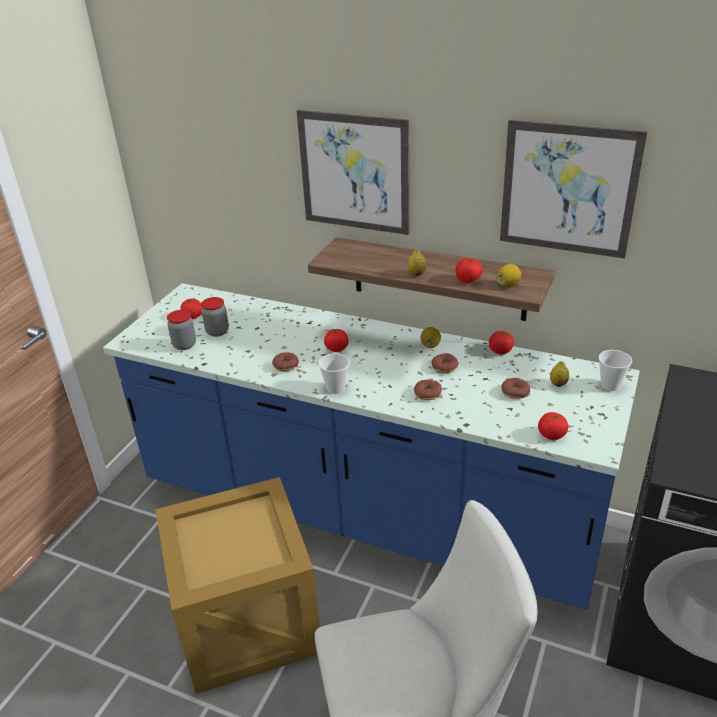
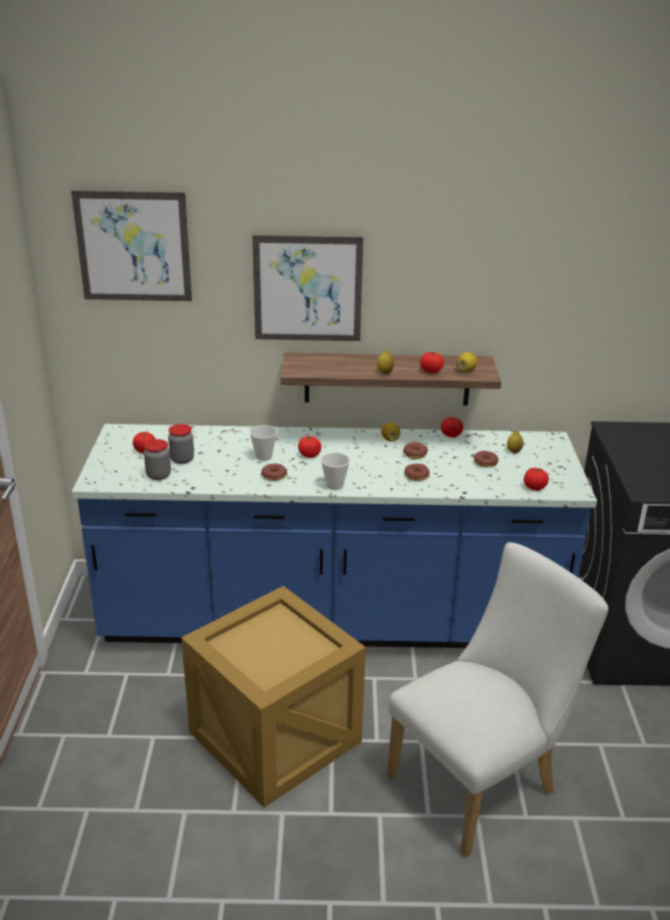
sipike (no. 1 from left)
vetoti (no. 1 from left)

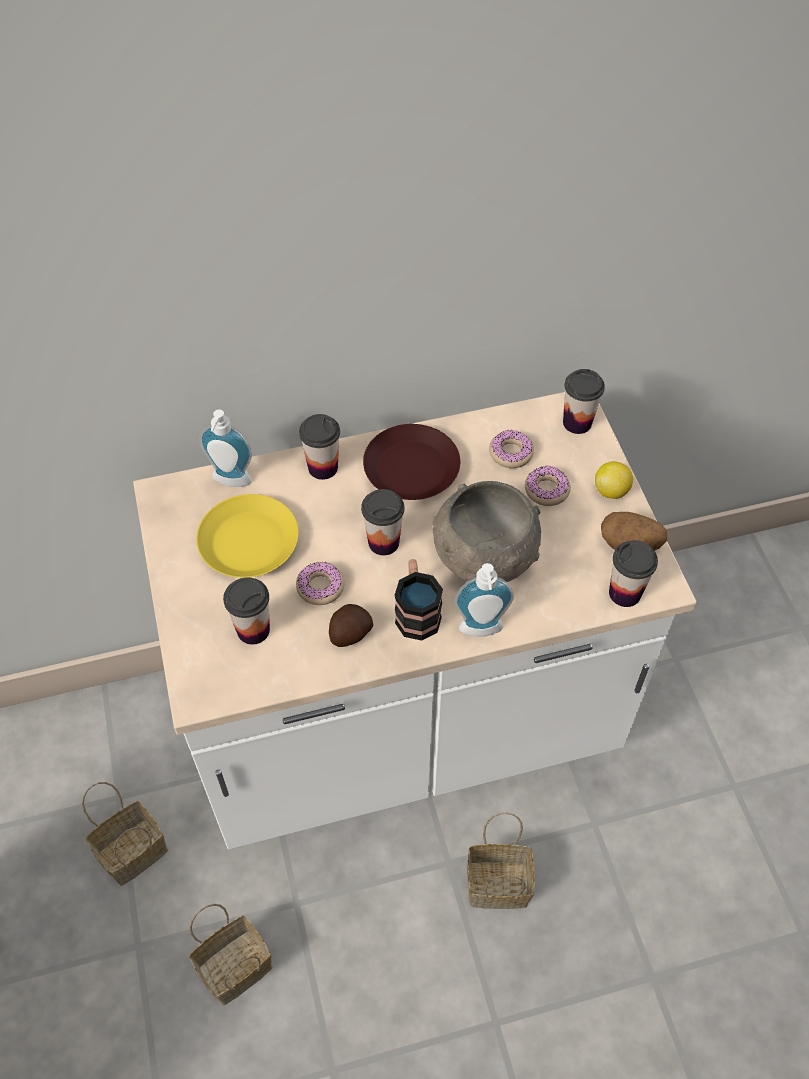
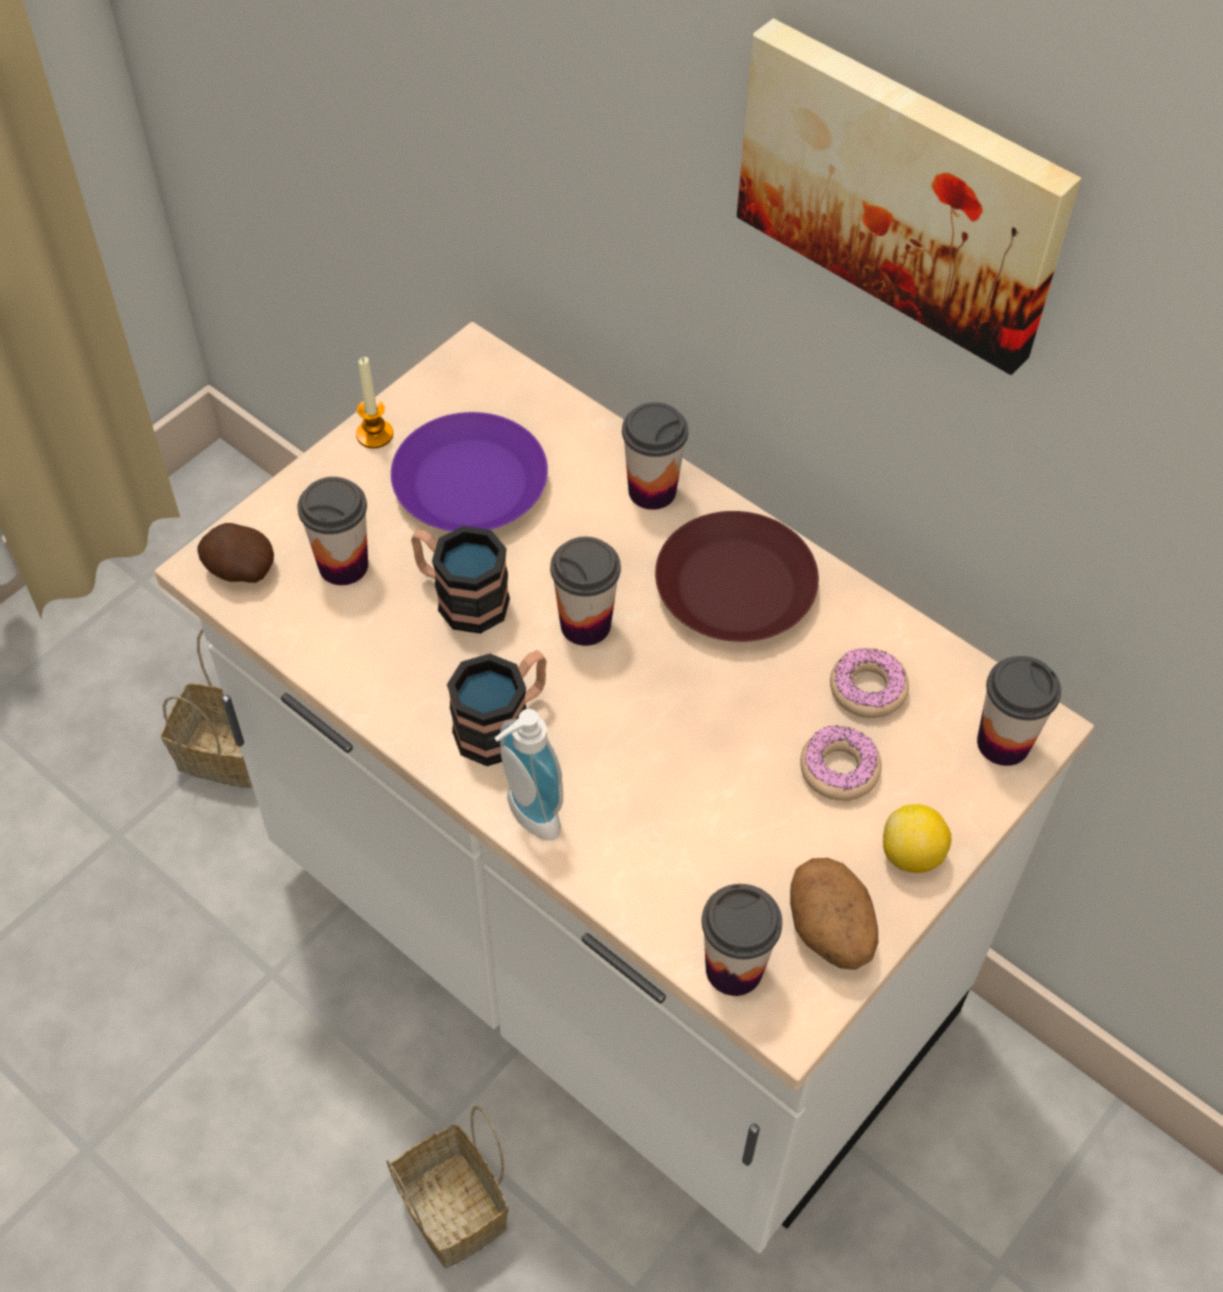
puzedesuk (no. 2 from left in the first image)
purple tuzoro
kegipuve (no. 1 from left in the first image)
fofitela (no. 1 from left)
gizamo (no. 1 from left)
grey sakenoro
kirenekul
sipike

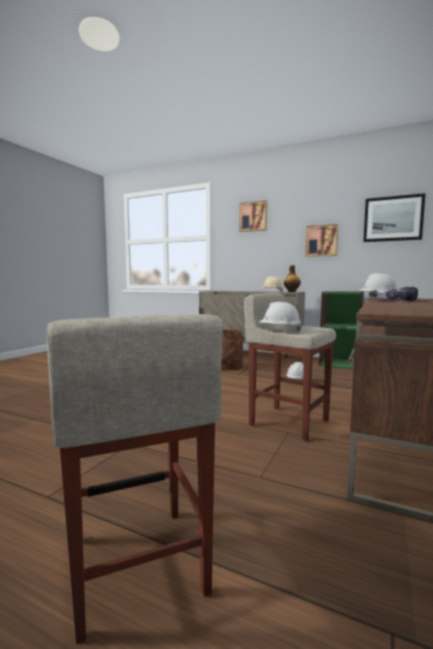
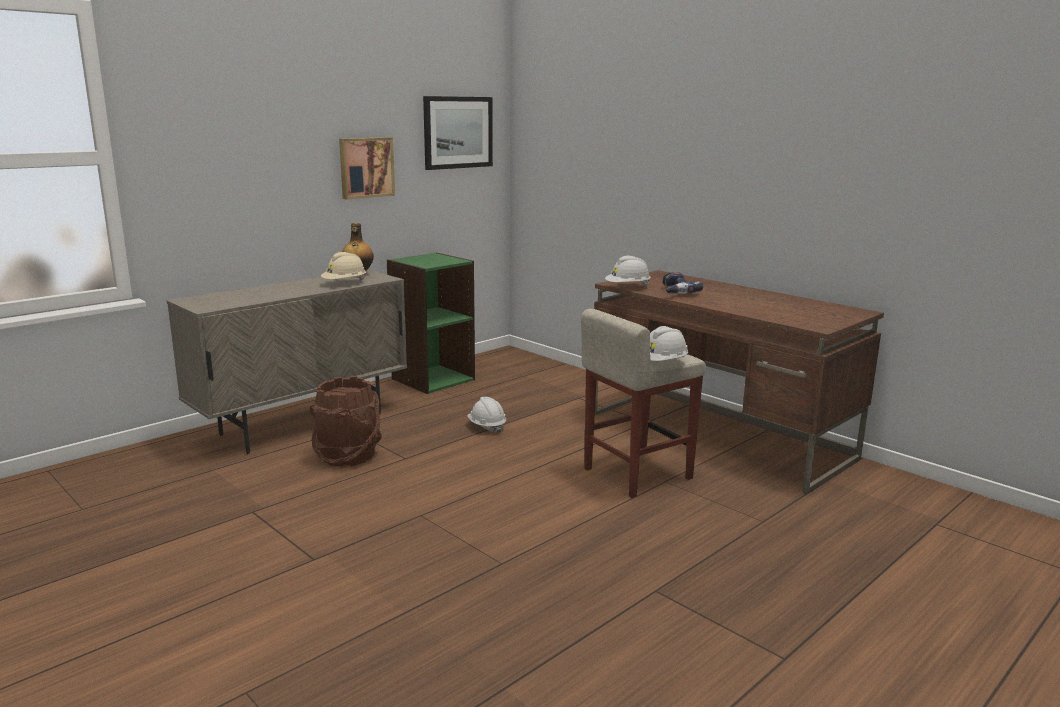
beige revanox (no. 1 from left in the first image)
sipike (no. 1 from left in the first image)

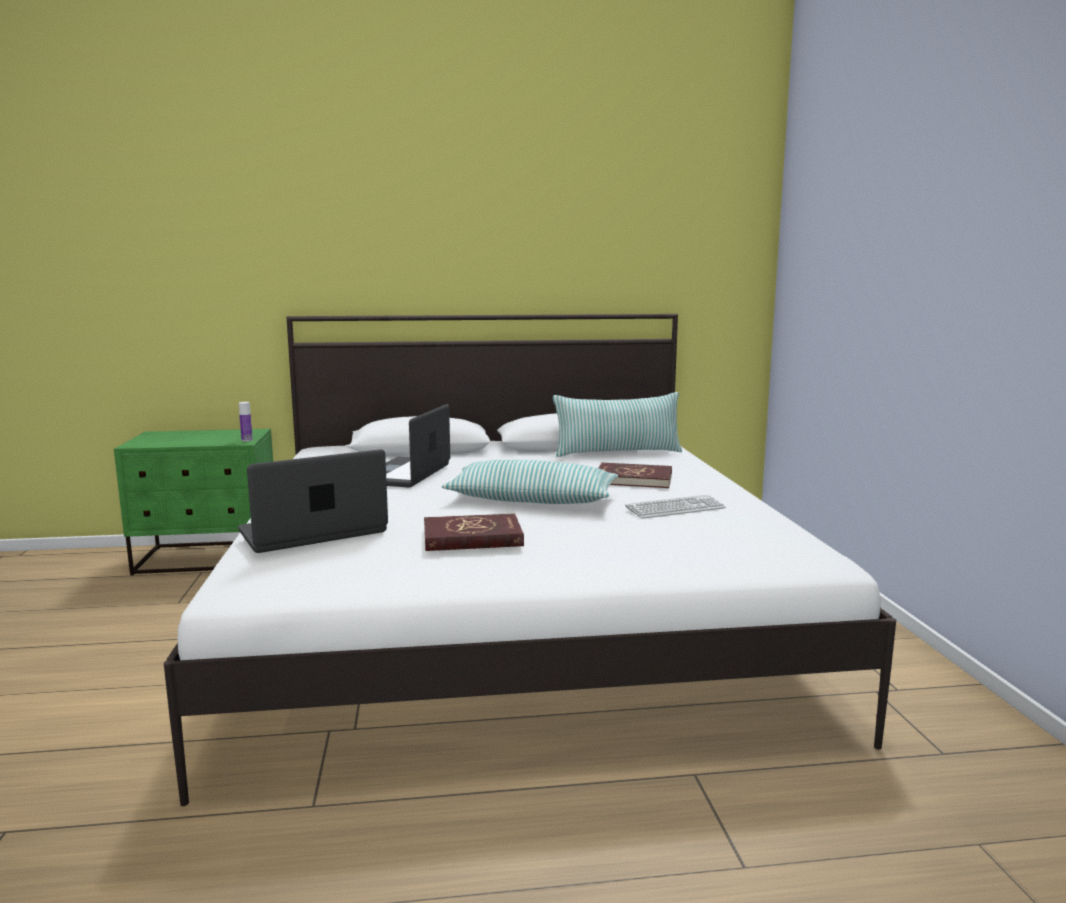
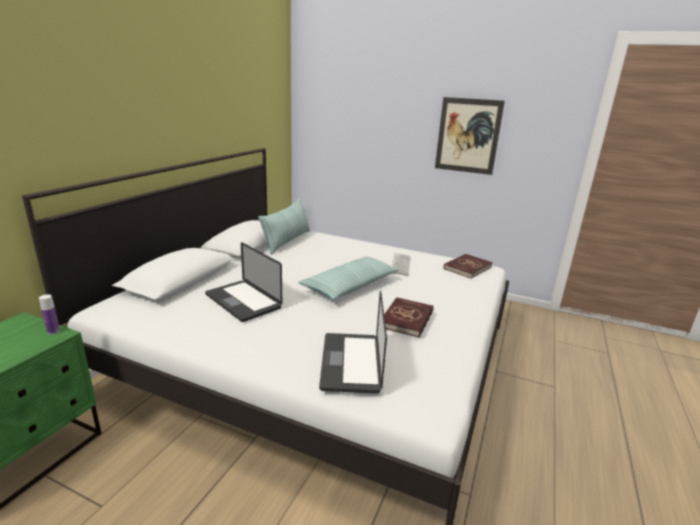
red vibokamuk (no. 2 from left)
sipike

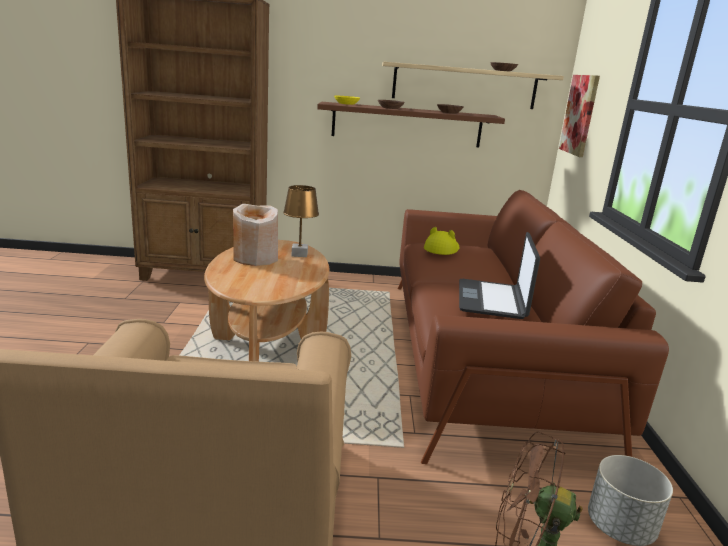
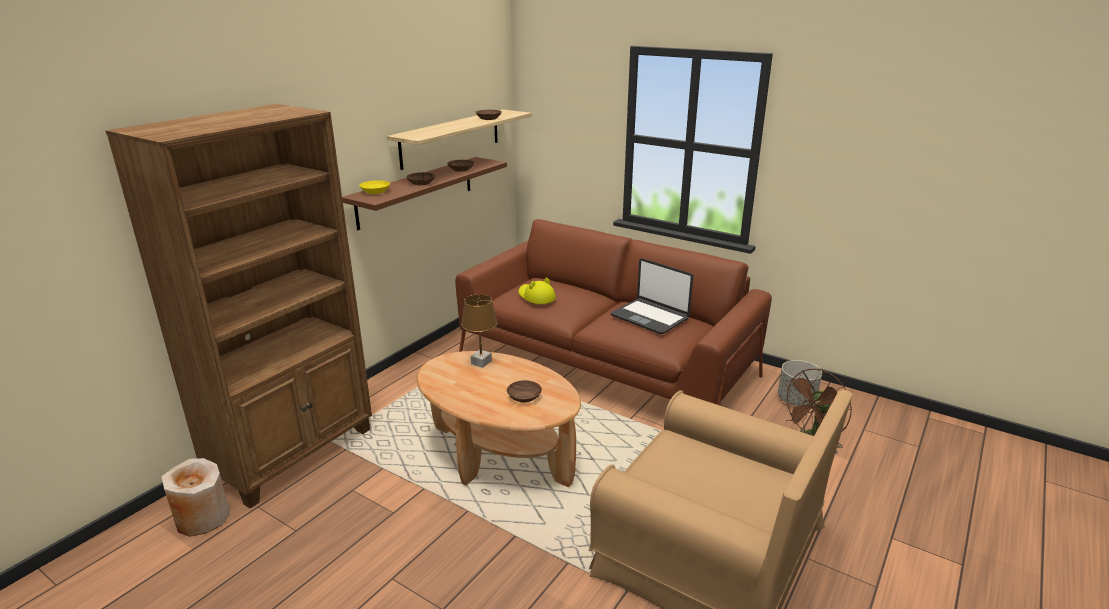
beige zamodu
sipike
brown sakenoro (no. 4 from left)

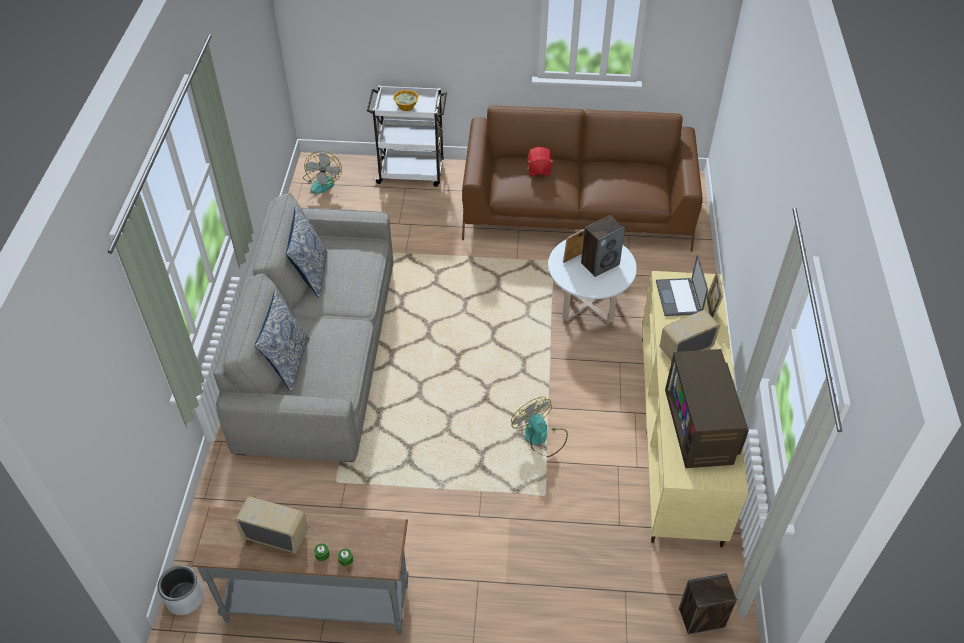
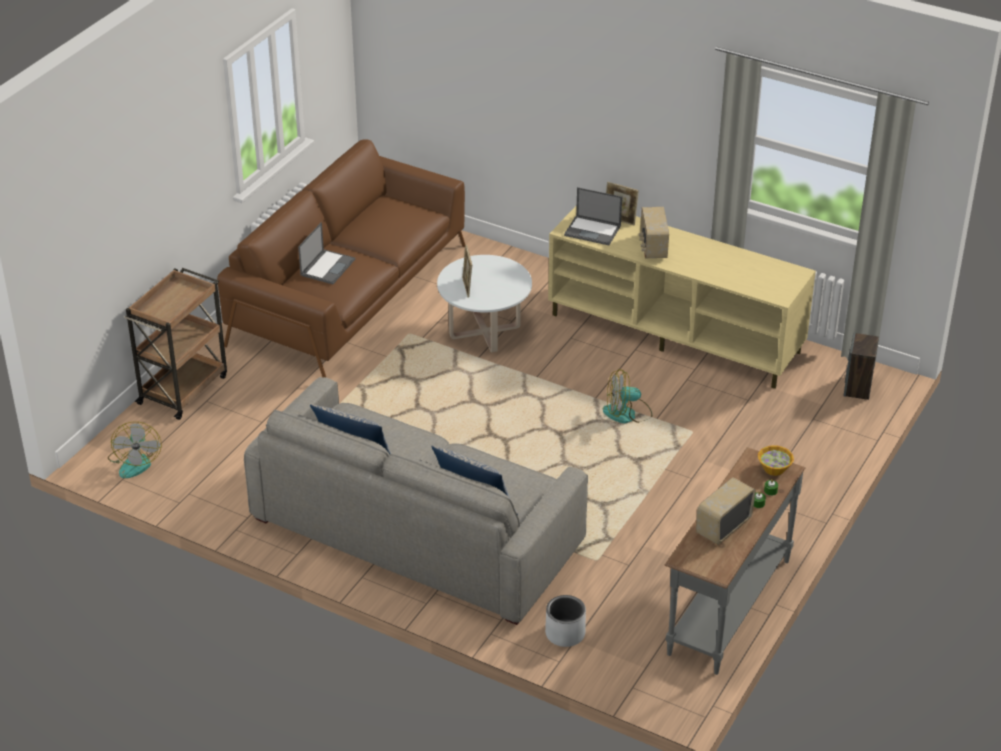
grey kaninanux
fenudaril (no. 1 from left)
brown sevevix
sakenoro
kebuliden (no. 1 from left)
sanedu (no. 1 from left in the first image)
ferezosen

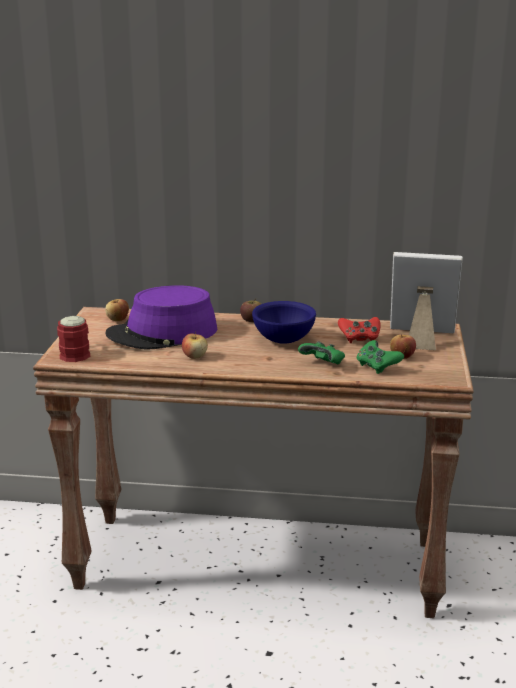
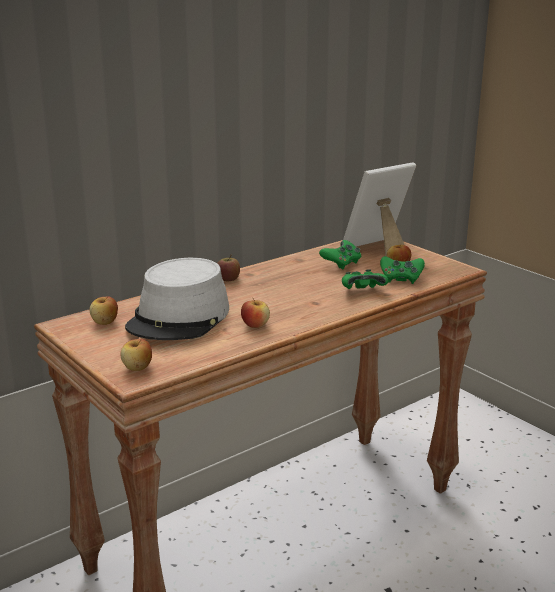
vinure (no. 2 from left)
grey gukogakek
blue sakenoro
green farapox (no. 1 from left)

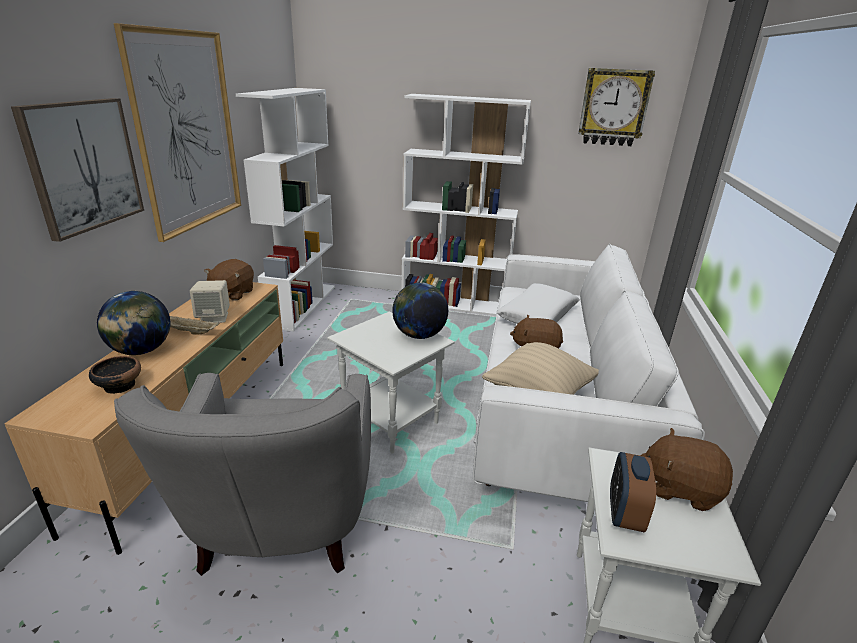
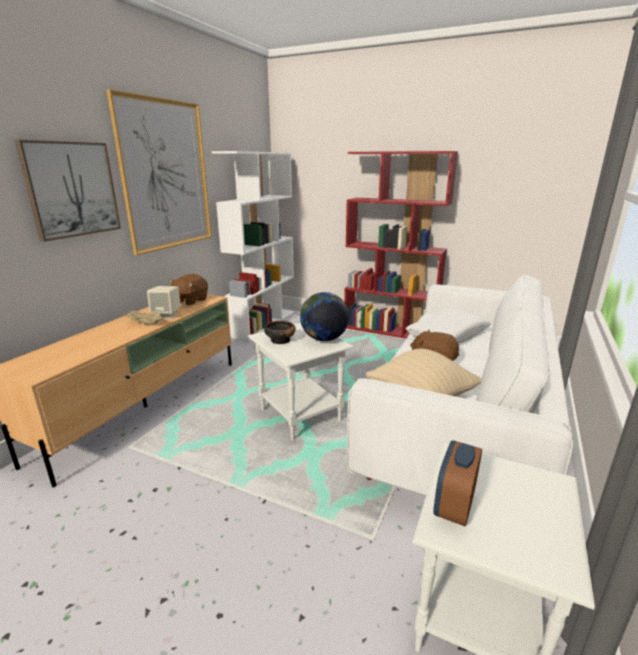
sakenoro
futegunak (no. 1 from left in the first image)
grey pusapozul
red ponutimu
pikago
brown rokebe (no. 3 from left in the first image)

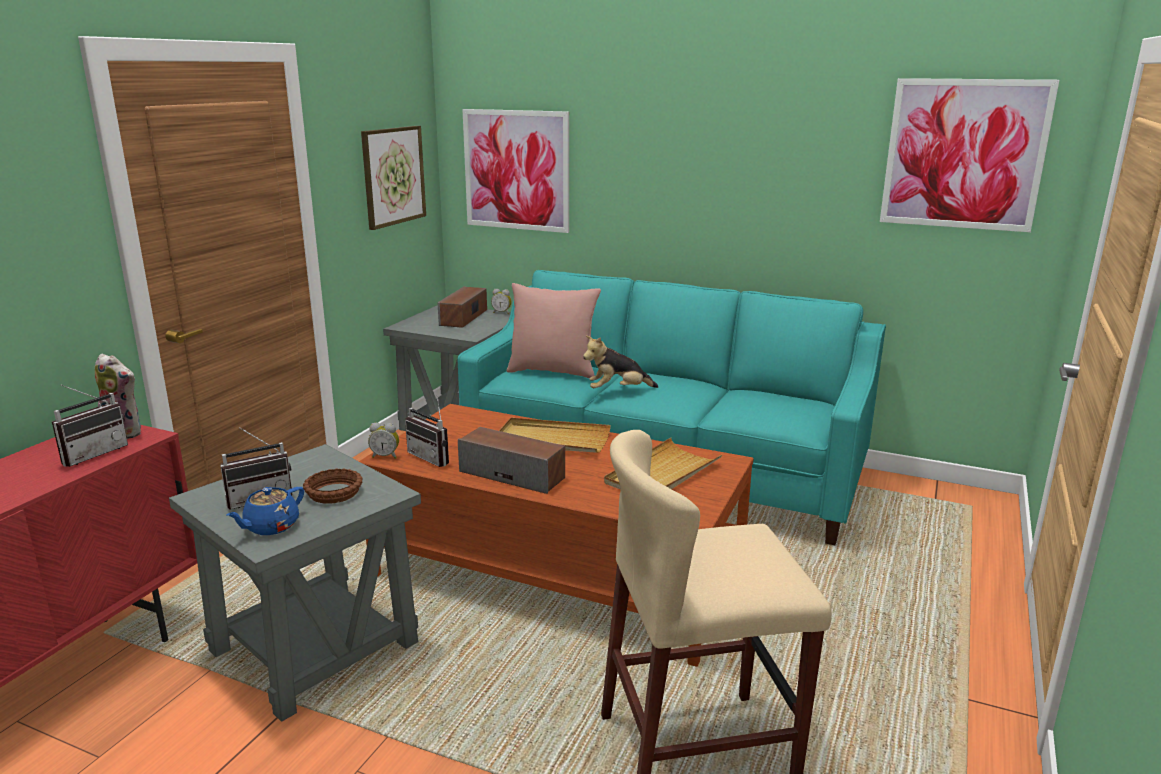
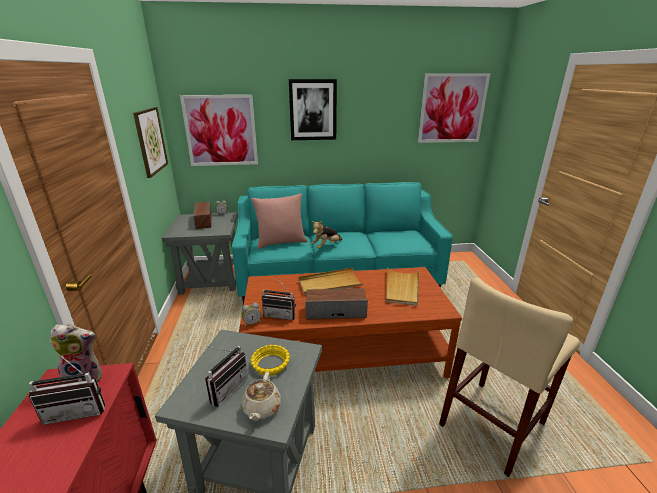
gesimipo (no. 1 from left)
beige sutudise
yellow sakenoro
sipike (no. 3 from left)

